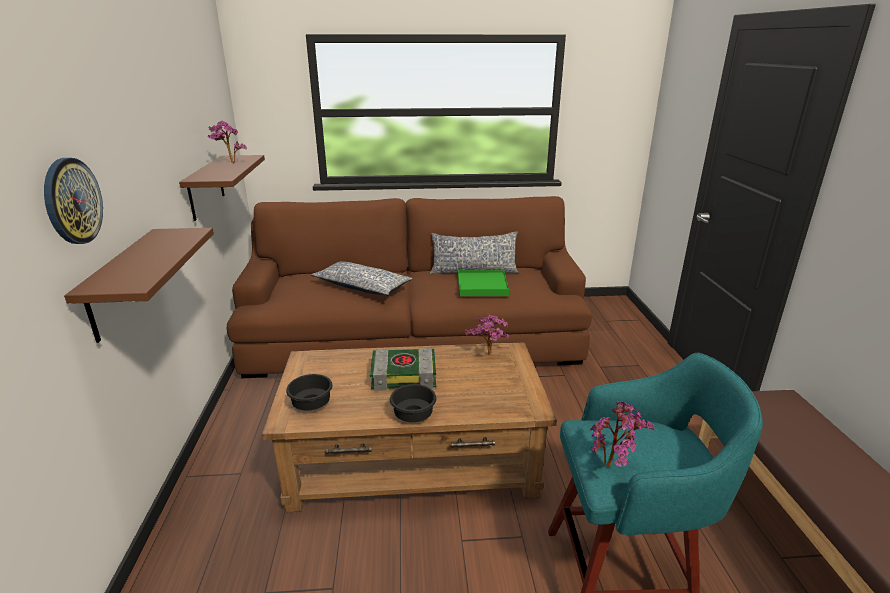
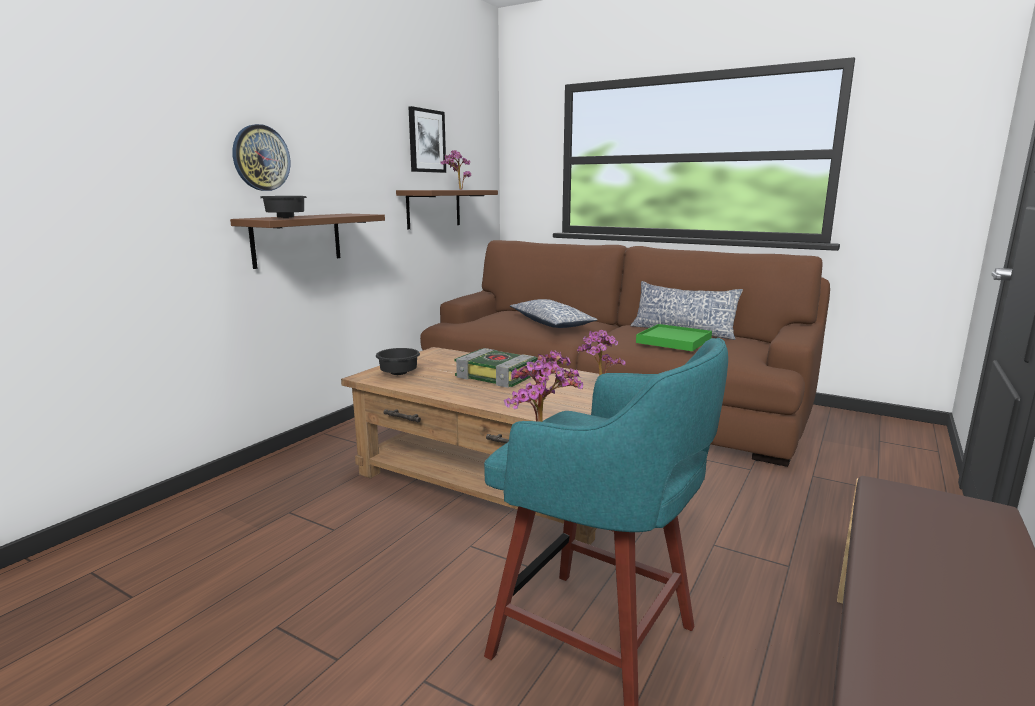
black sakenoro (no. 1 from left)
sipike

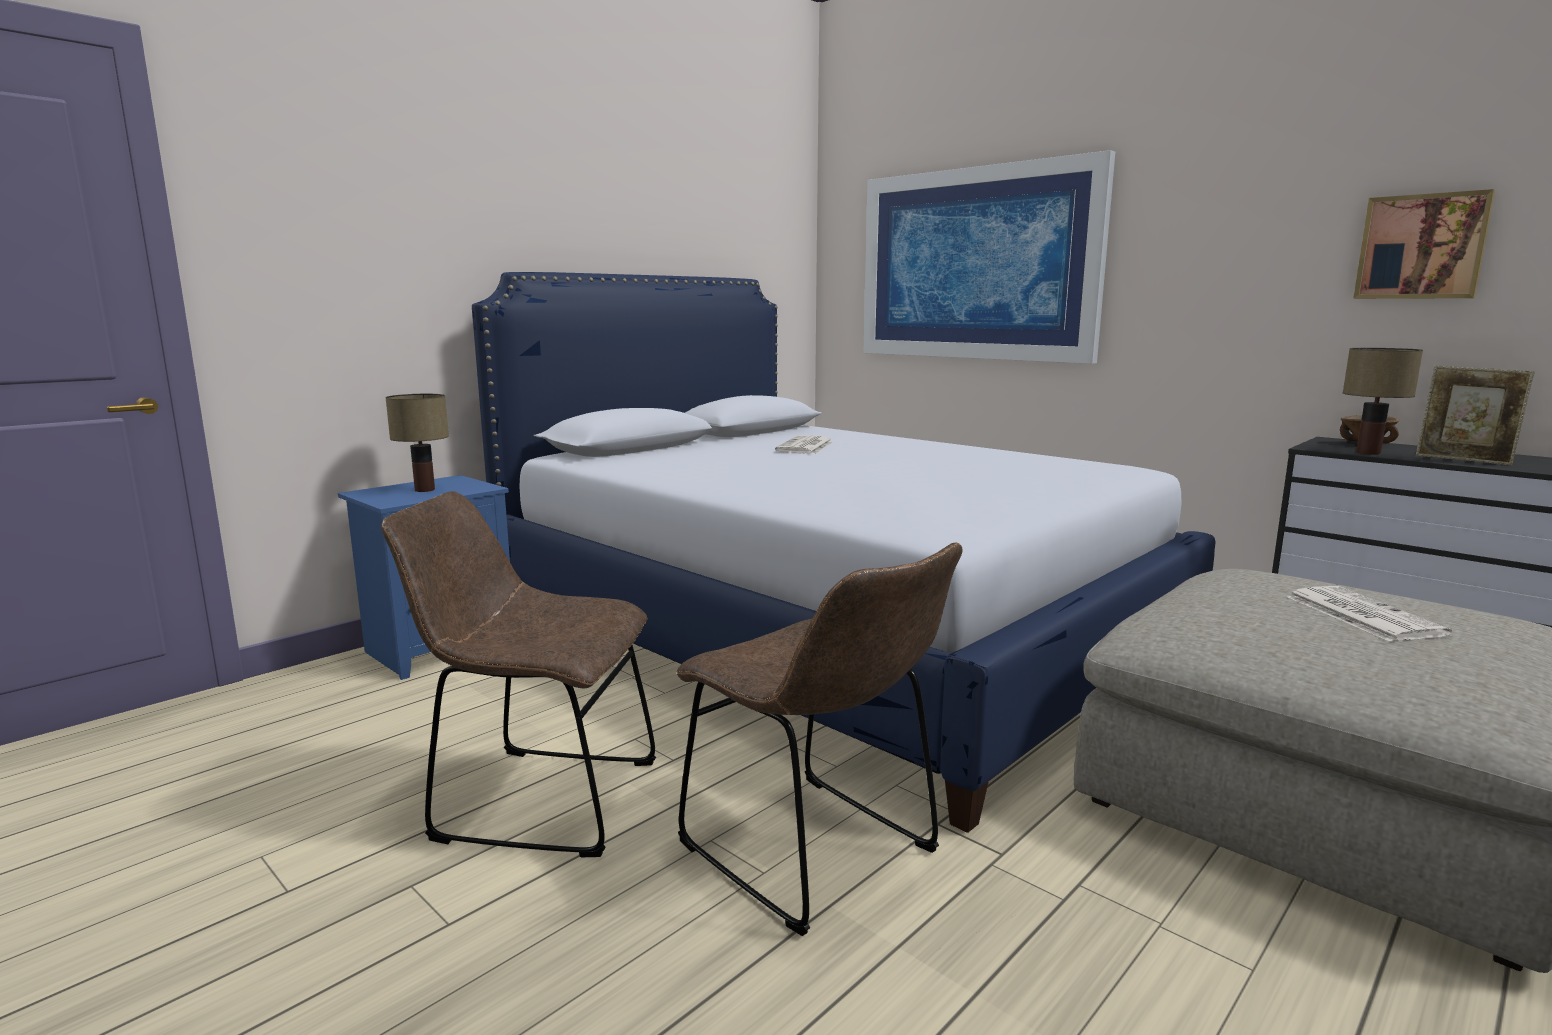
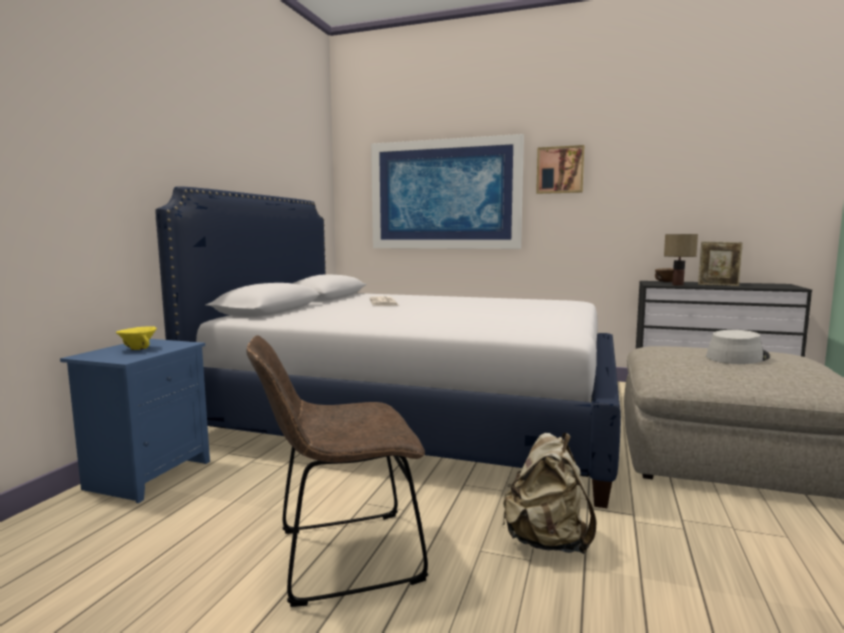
yellow sakenoro
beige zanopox
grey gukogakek
sipike (no. 2 from left)

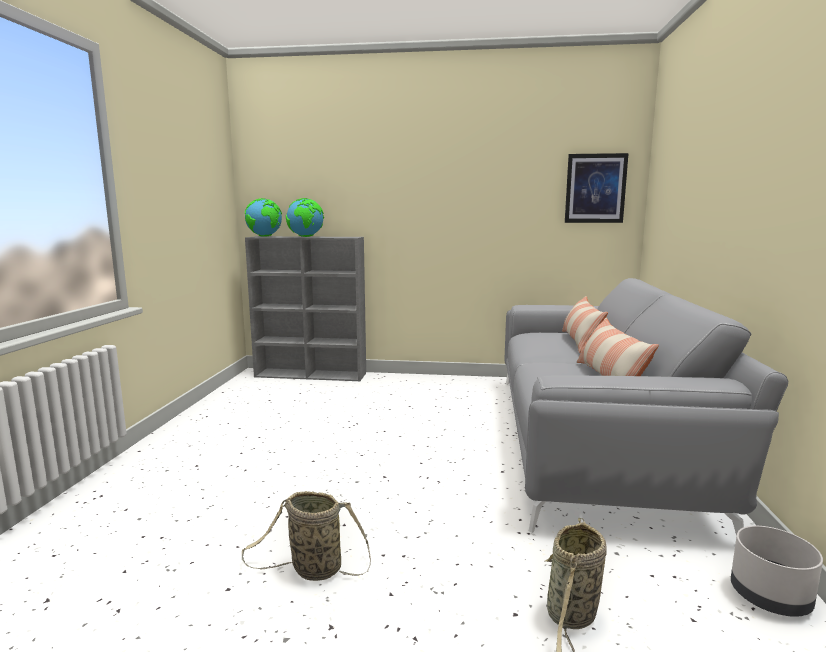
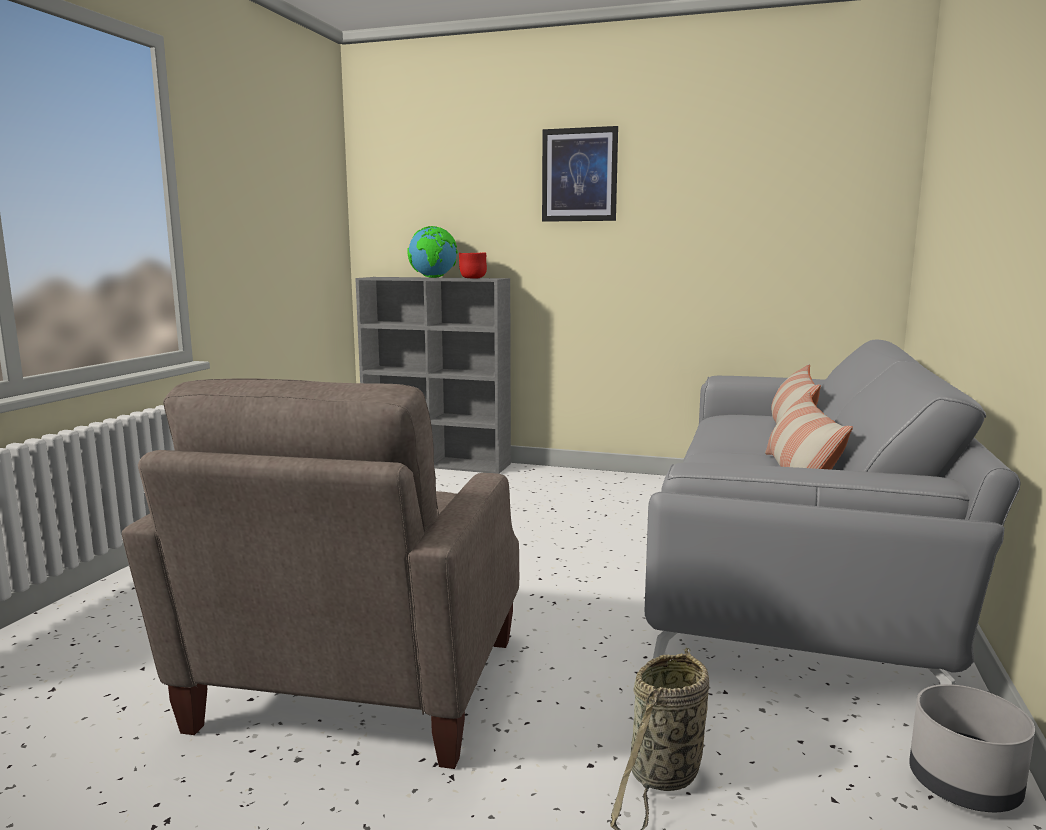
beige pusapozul
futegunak (no. 1 from left in the first image)
sipike
red sakenoro

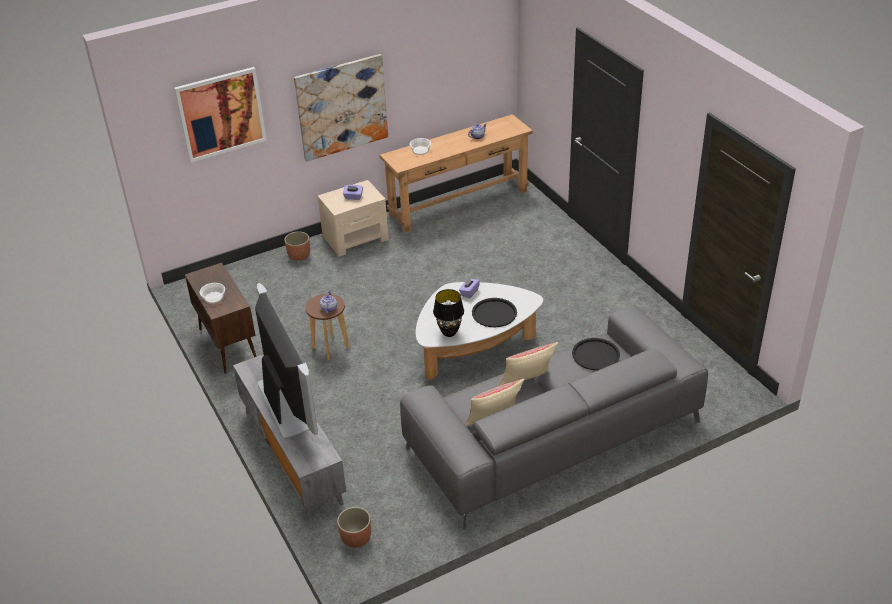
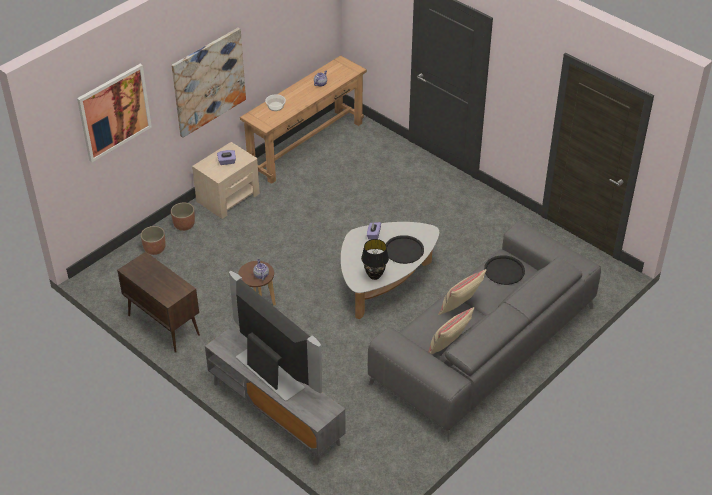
sakenoro (no. 1 from left in the first image)
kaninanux (no. 1 from left)

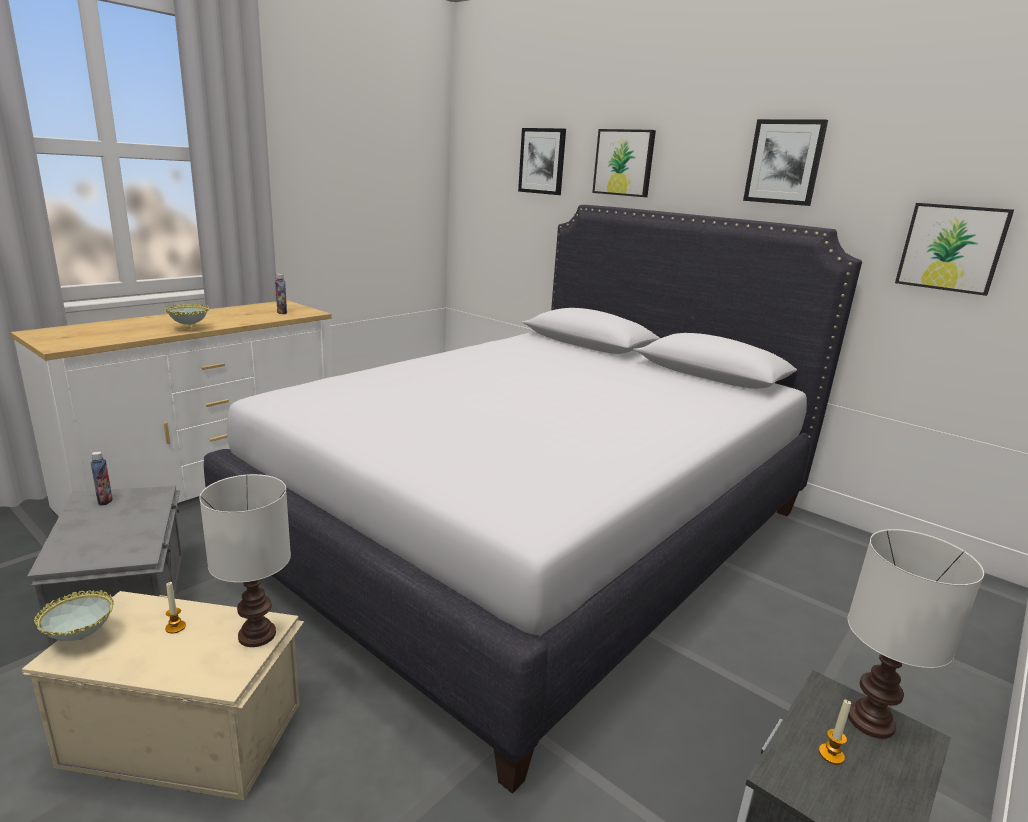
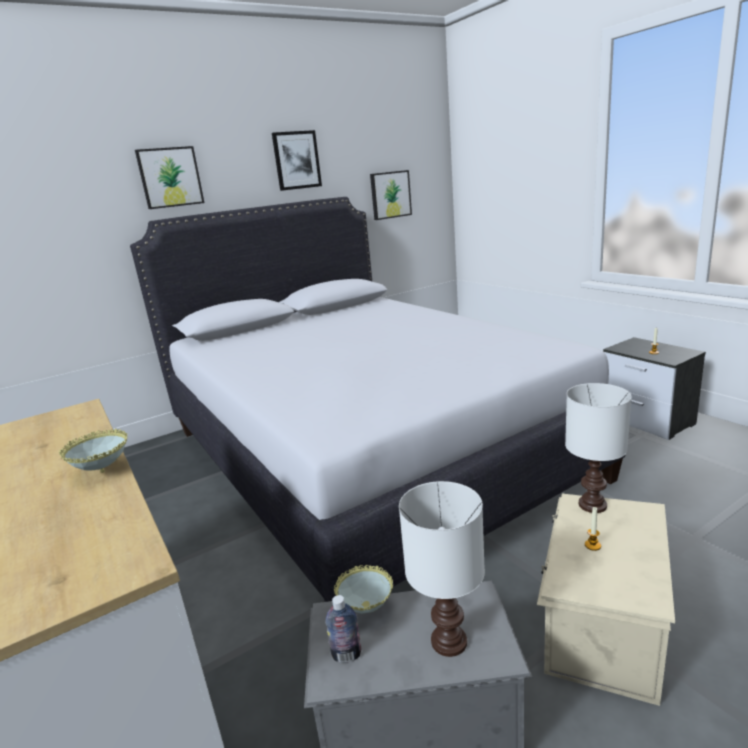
sakenoro (no. 2 from left)
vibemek (no. 2 from left in the first image)
sipike (no. 1 from left in the first image)
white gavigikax (no. 1 from left)

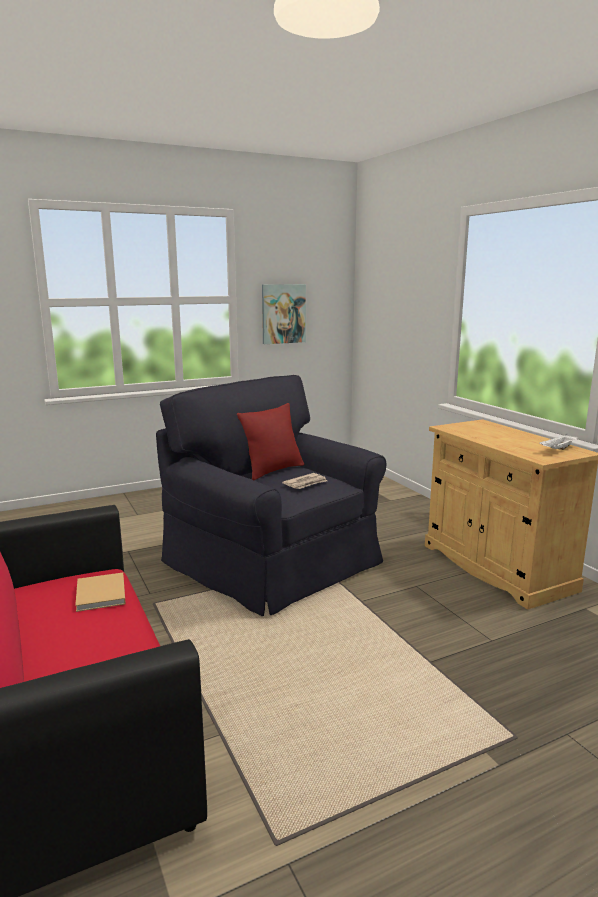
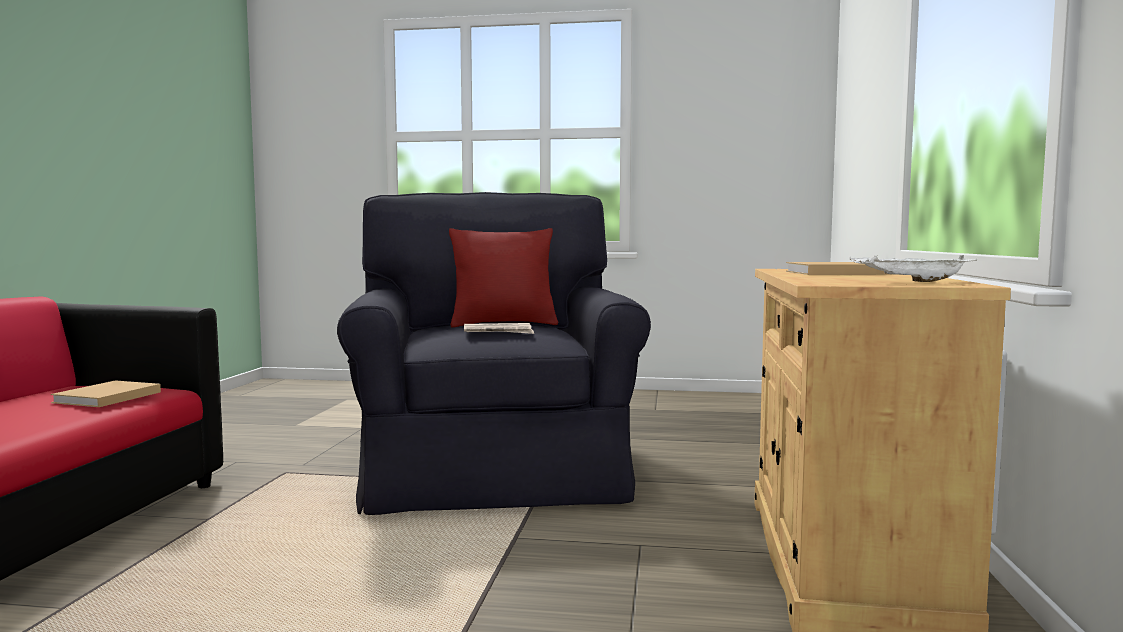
sipike
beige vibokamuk (no. 2 from left)

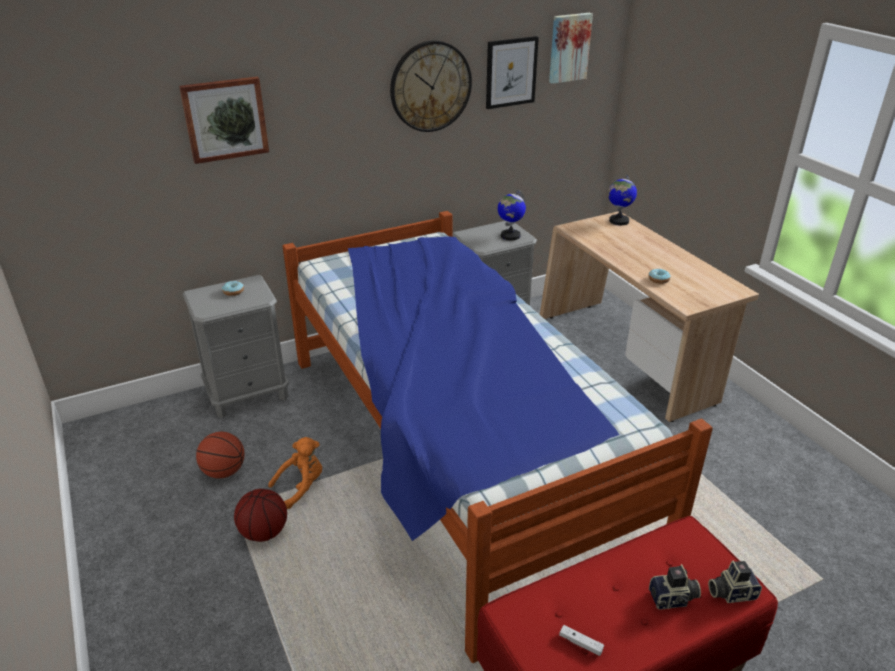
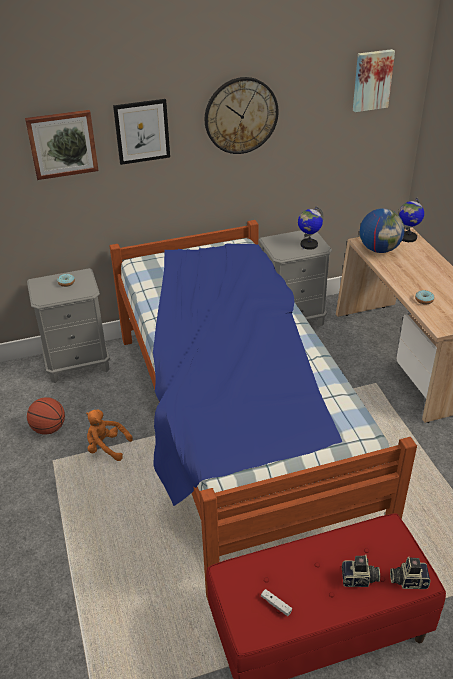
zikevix (no. 2 from left in the first image)
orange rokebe
sipike (no. 2 from left)
futegunak (no. 2 from left)

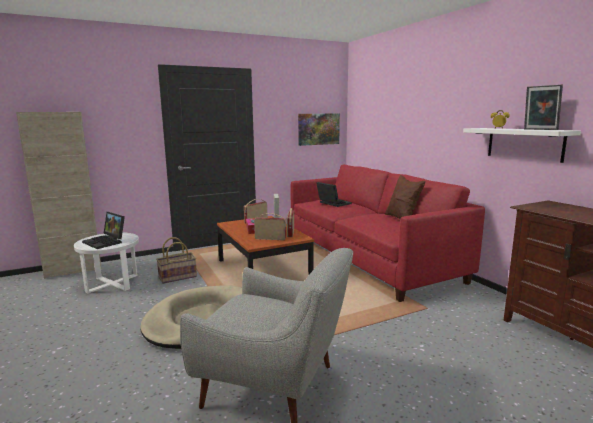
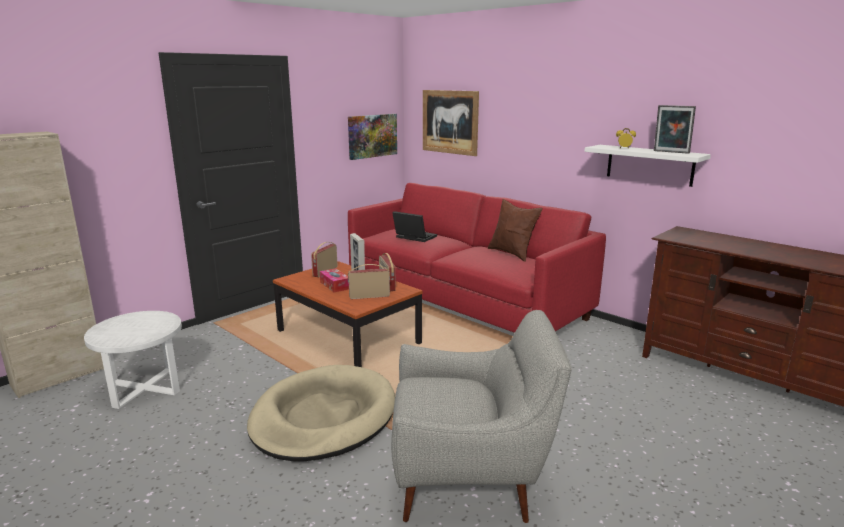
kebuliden (no. 1 from left in the first image)
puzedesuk
sipike (no. 2 from left)

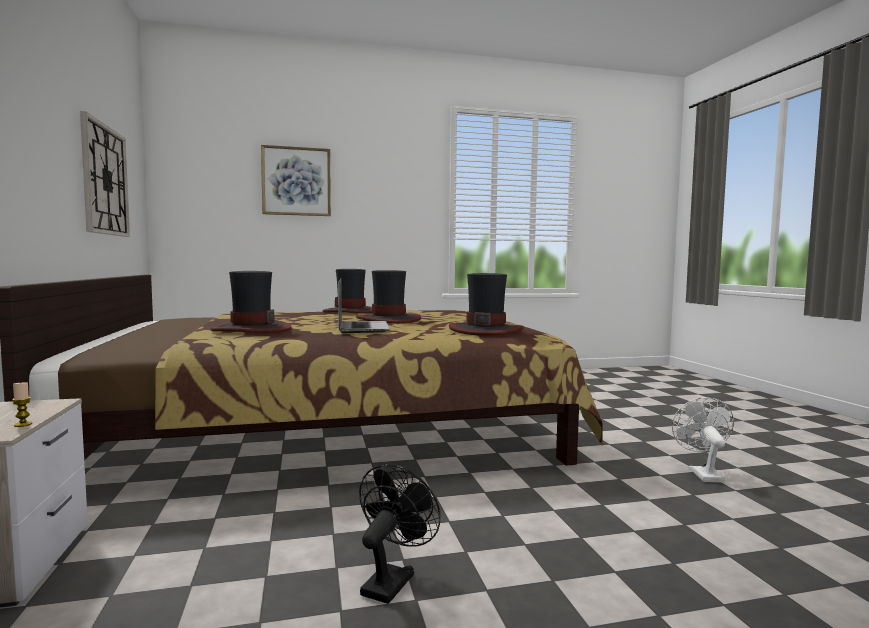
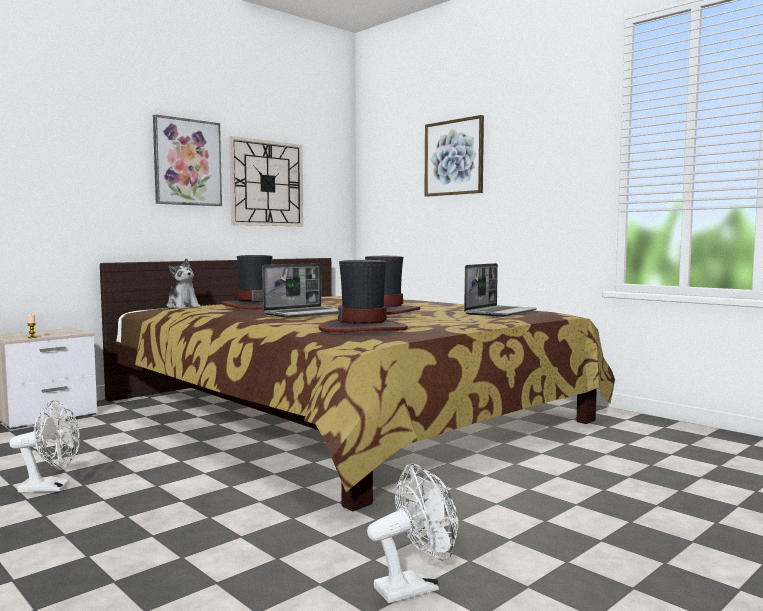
gukogakek (no. 2 from left in the first image)
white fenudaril (no. 1 from left)
sipike (no. 1 from left)
rokebe
kebuliden (no. 2 from left)

